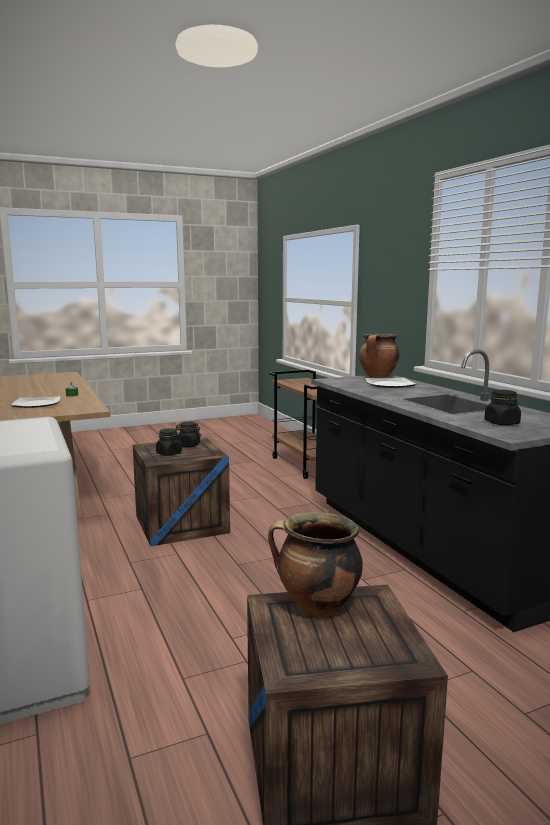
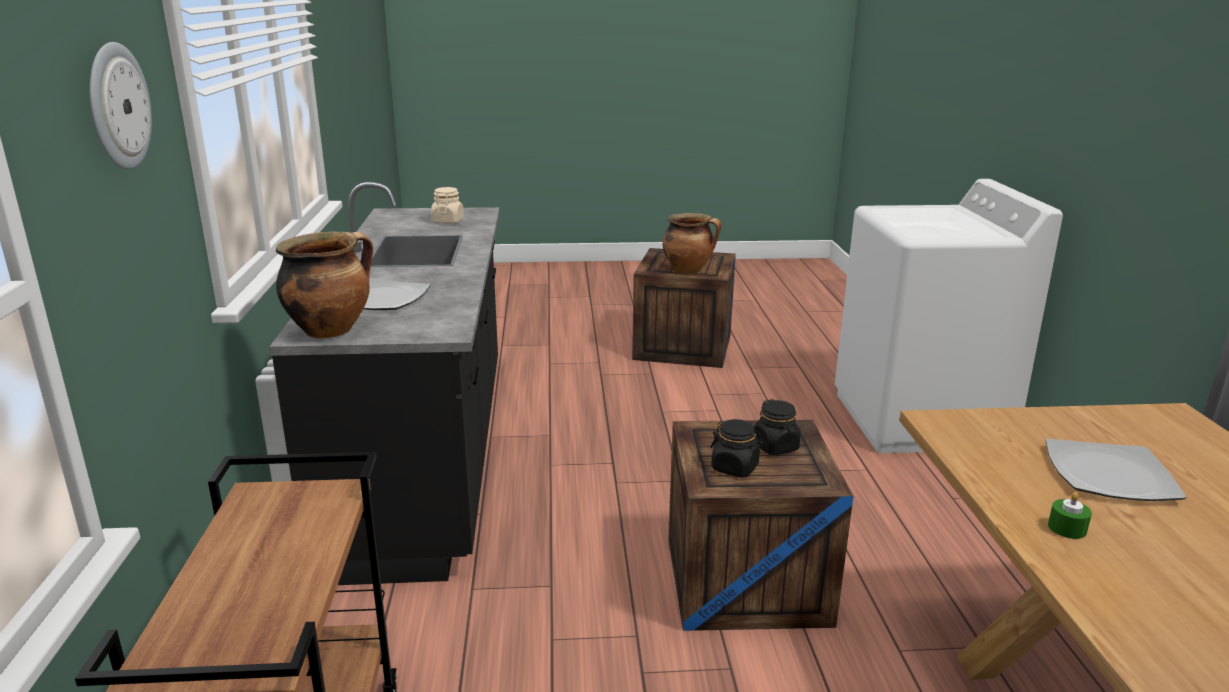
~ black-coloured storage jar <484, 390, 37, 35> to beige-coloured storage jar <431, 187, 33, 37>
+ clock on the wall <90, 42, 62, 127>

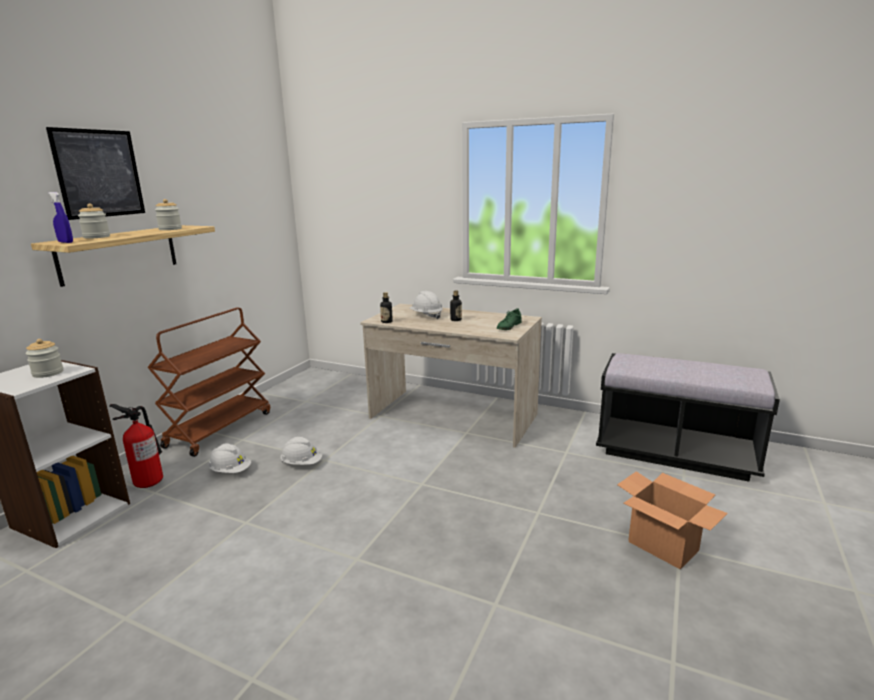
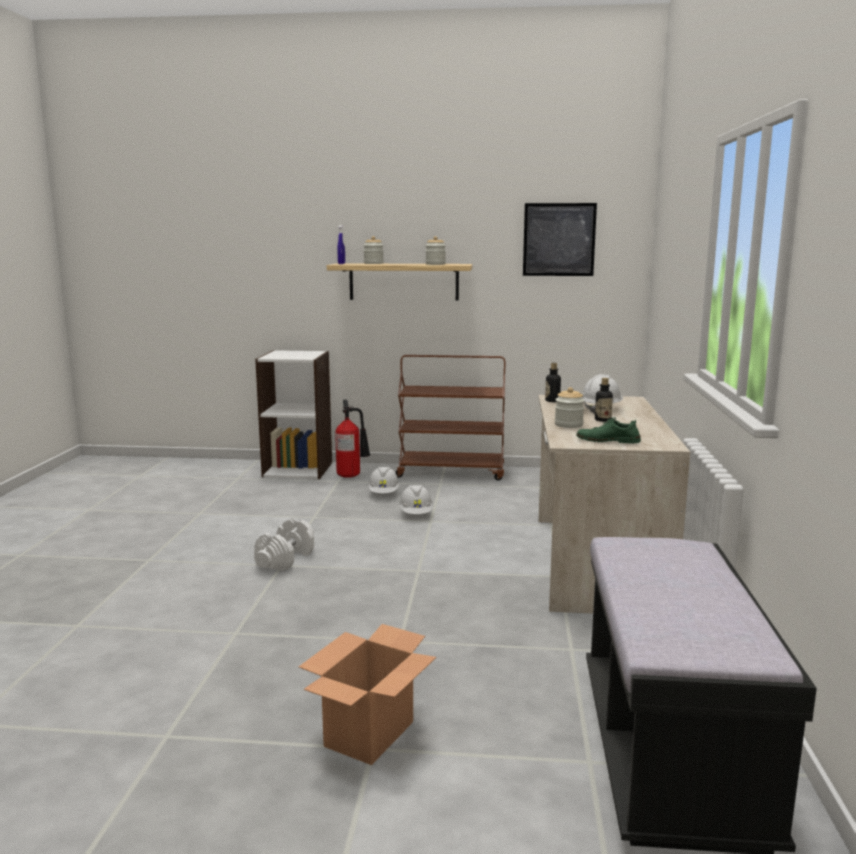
~ storage jar <25, 339, 38, 39> to <555, 387, 30, 41>
~ wall picture <46, 127, 99, 93> to <523, 203, 74, 73>
+ whitish free weight <254, 518, 60, 53>

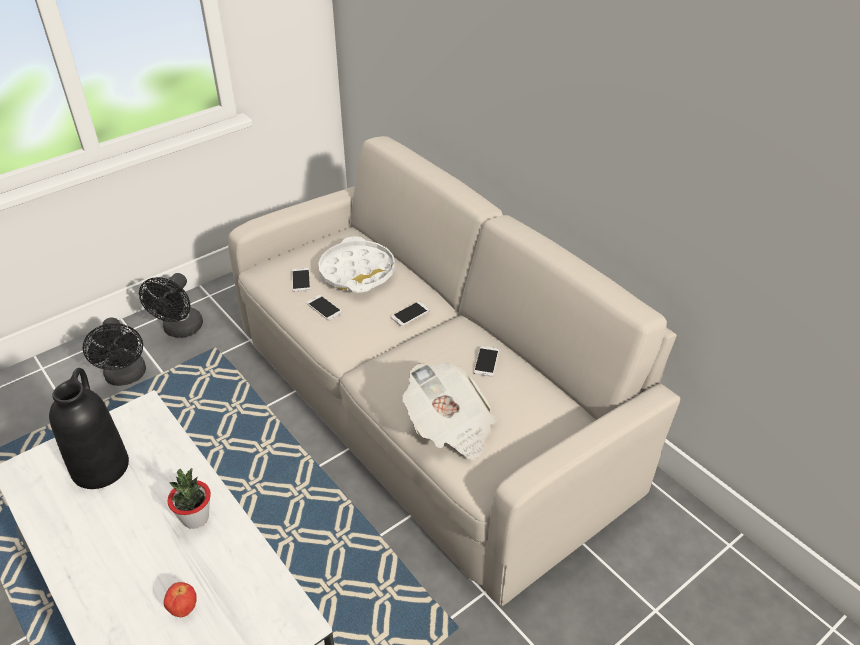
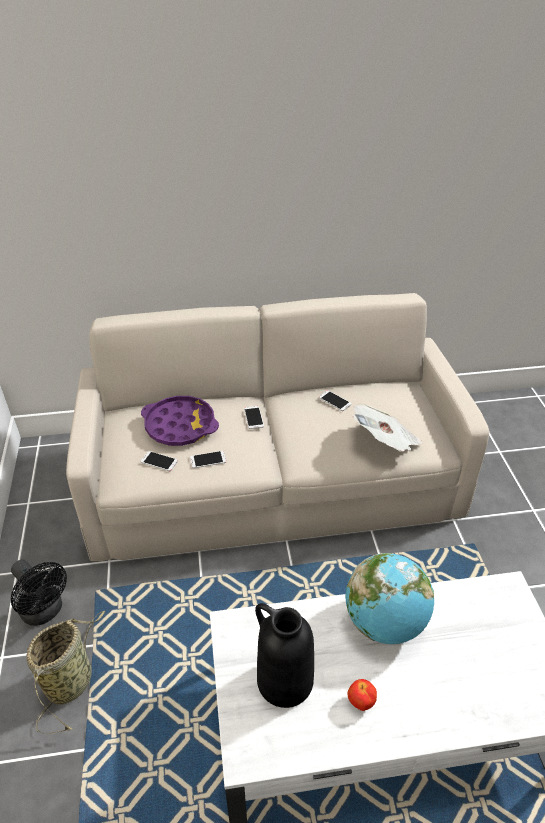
~ black-coloured cooling fan <83, 318, 63, 68> to household basket <26, 611, 79, 123>
~ apple <164, 582, 33, 35> to <347, 679, 30, 32>
~ houseplant <167, 468, 44, 61> to world globe <346, 553, 88, 91>
~ whitish carrying tray <318, 237, 77, 56> to purple-coloured carrying tray <141, 396, 78, 50>

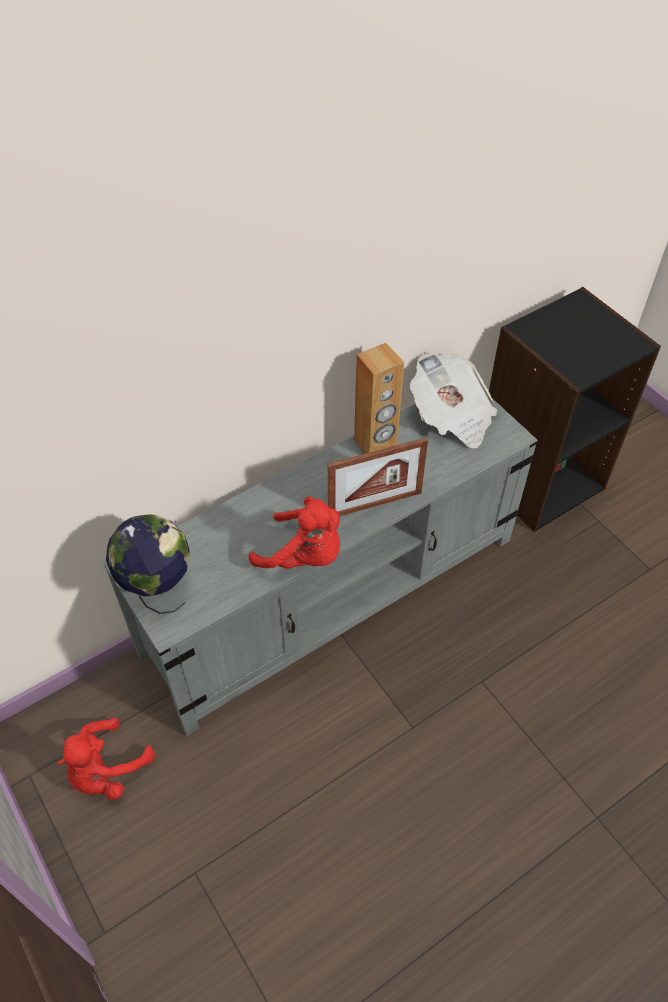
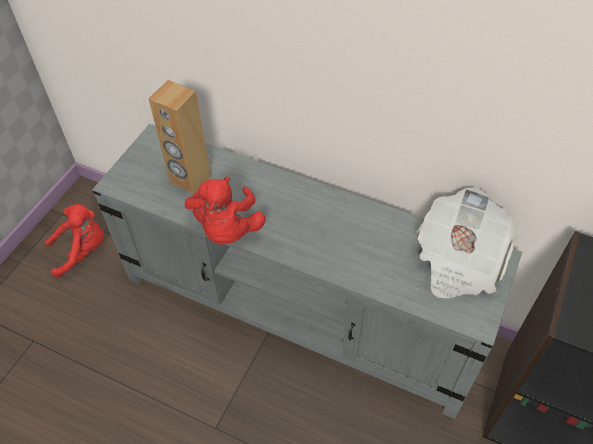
~ reddish plush toy <57, 718, 98, 82> = <45, 204, 59, 73> 150 degrees clockwise
- world globe <106, 514, 84, 100>
- standing frame <328, 438, 100, 78>
~ brown-coloured speaker <354, 343, 50, 111> to <148, 80, 63, 114>

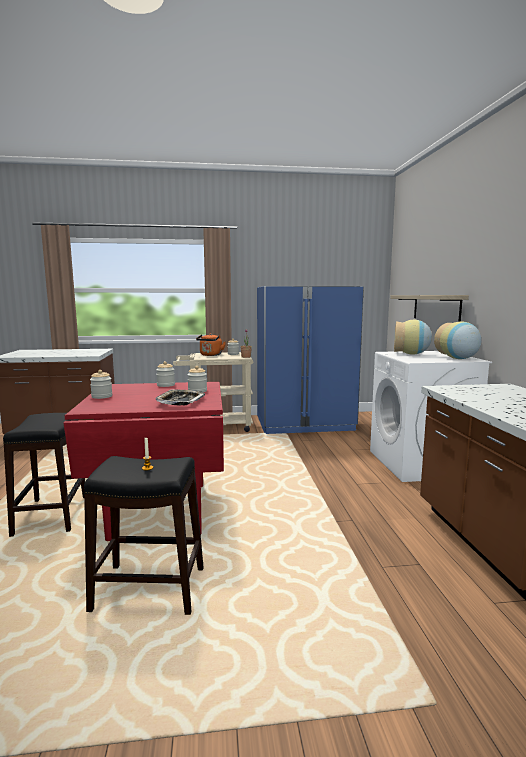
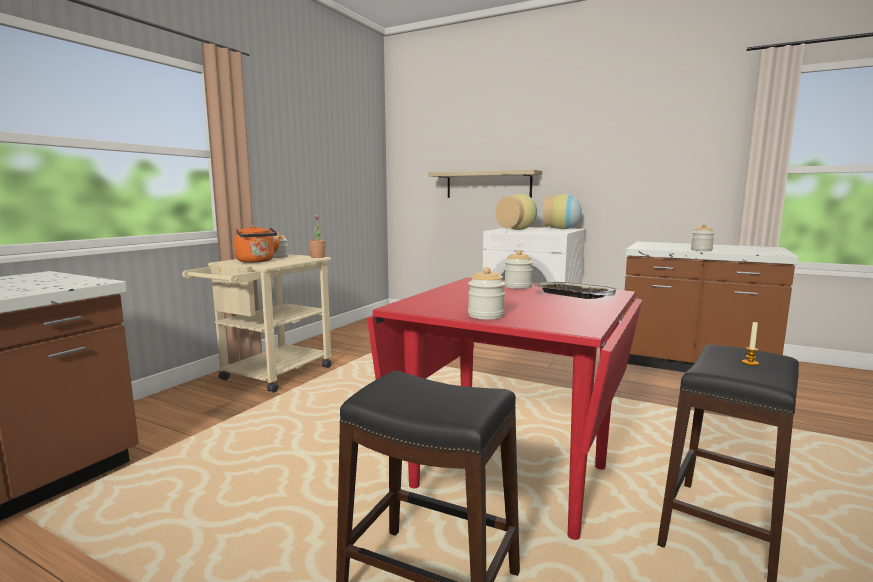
~ storage jar <156, 361, 19, 26> to <691, 224, 23, 27>
- blue-coloured fridge <257, 286, 107, 148>

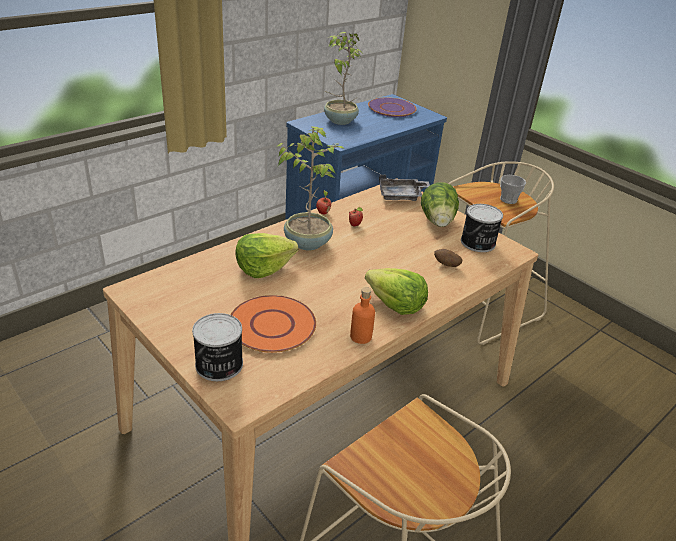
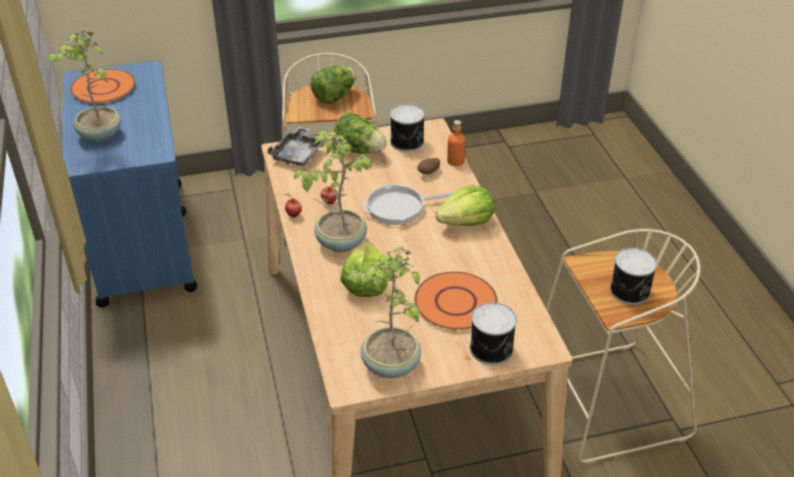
~ orangey beverage bottle <350, 287, 25, 57> to <447, 120, 19, 46>
~ purple-coloured plate <368, 97, 49, 20> to orangey plate <70, 69, 65, 34>
~ drinking cup <500, 175, 26, 29> to head of lettuce <310, 66, 46, 38>
+ houseplant <345, 246, 76, 132>
+ frying pan <362, 184, 93, 41>
+ sealed can <610, 248, 47, 57>

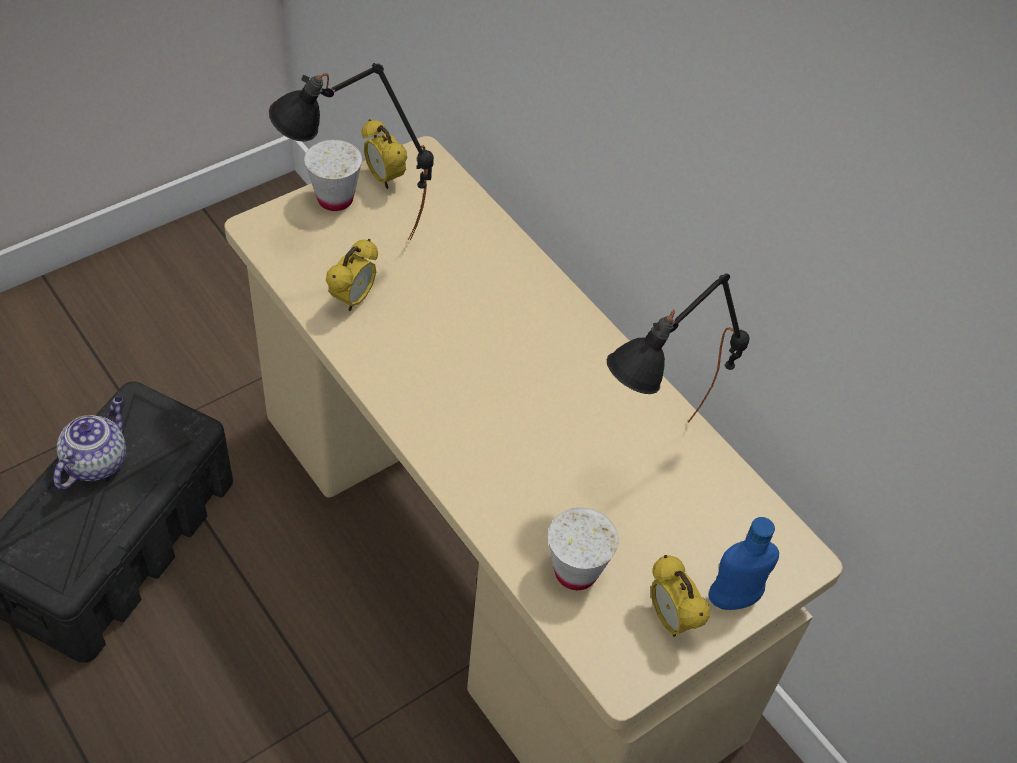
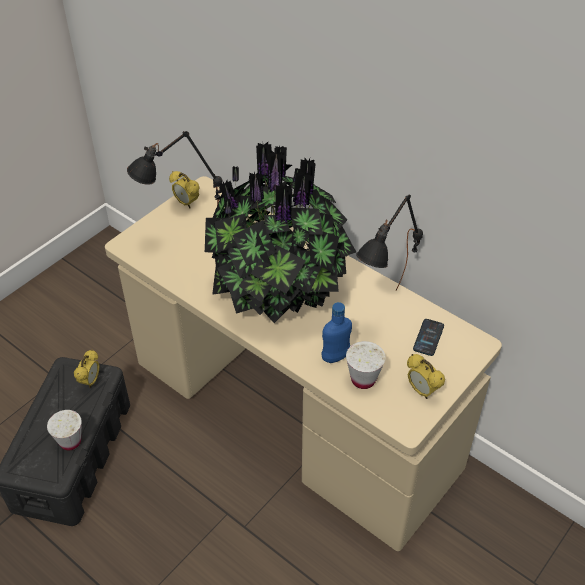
- pot for tea <53, 396, 73, 93>
~ whitish drinking cup <304, 140, 58, 71> to <47, 410, 35, 40>
~ alarm clock <326, 239, 52, 72> to <74, 349, 25, 39>
~ blue-coloured beverage bottle <709, 517, 70, 93> to <322, 302, 30, 61>
+ houseplant <205, 142, 151, 181>
+ telephone <413, 319, 31, 37>

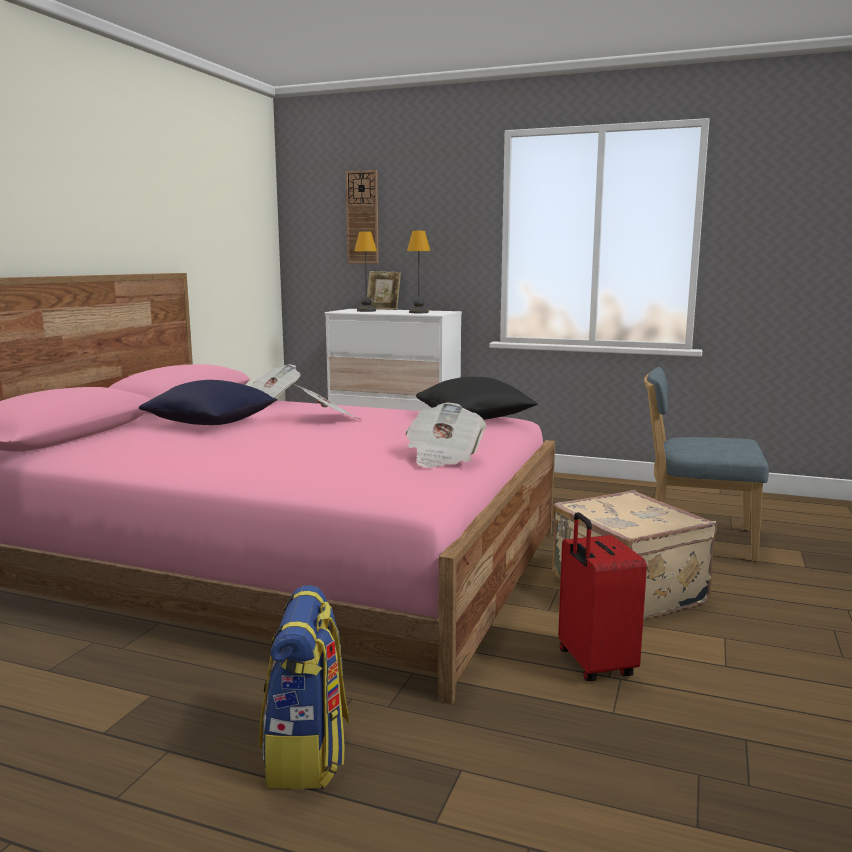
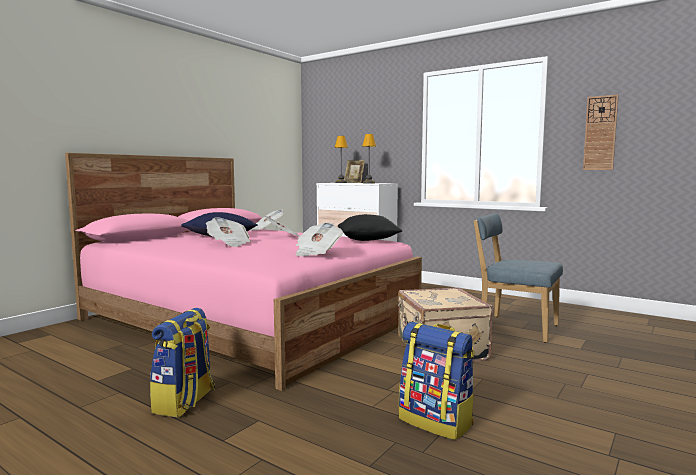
~ clock on the wall <346, 170, 33, 93> to <583, 95, 35, 75>
- reddish piece of luggage <558, 512, 89, 169>
+ printed paper <206, 217, 45, 30>
+ knapsack <399, 322, 75, 118>

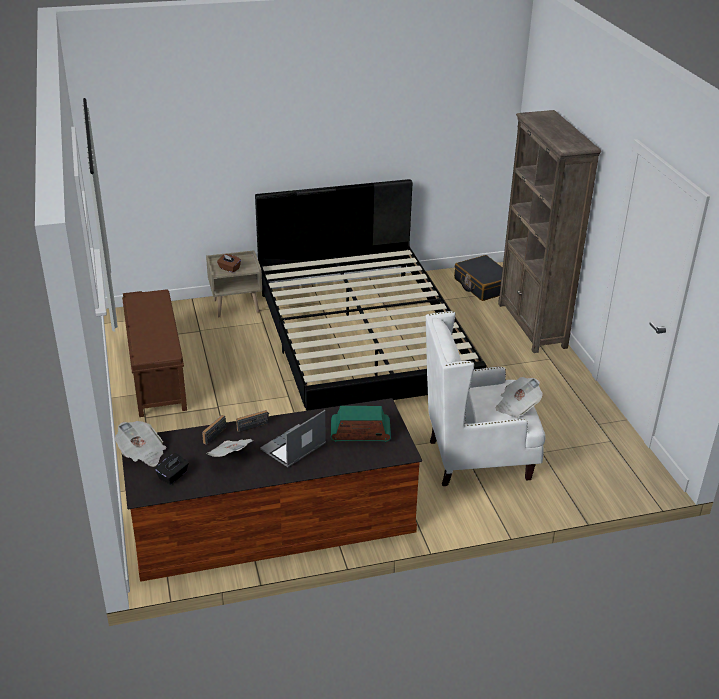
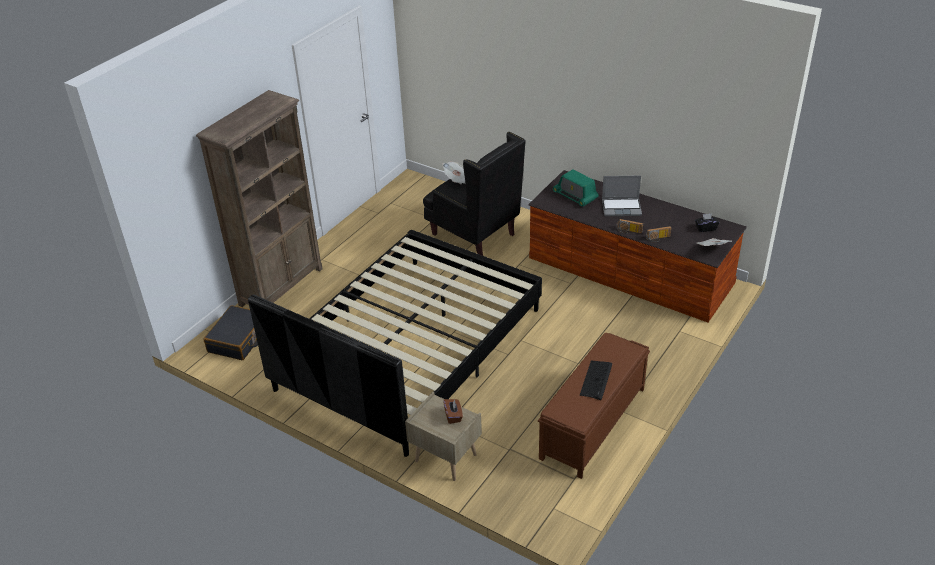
- printed paper <206, 439, 47, 18>
~ whitish armchair <426, 311, 119, 175> to black-coloured armchair <423, 132, 103, 124>
+ PC keyboard <580, 361, 32, 39>

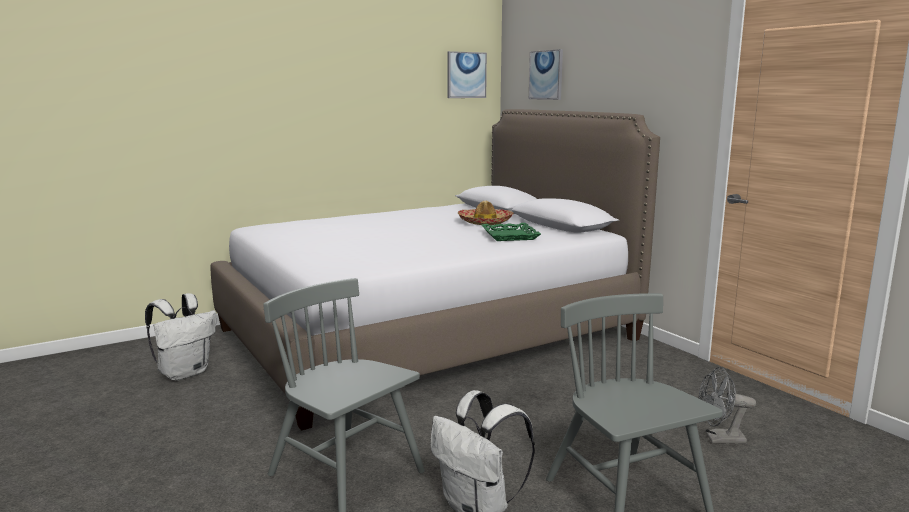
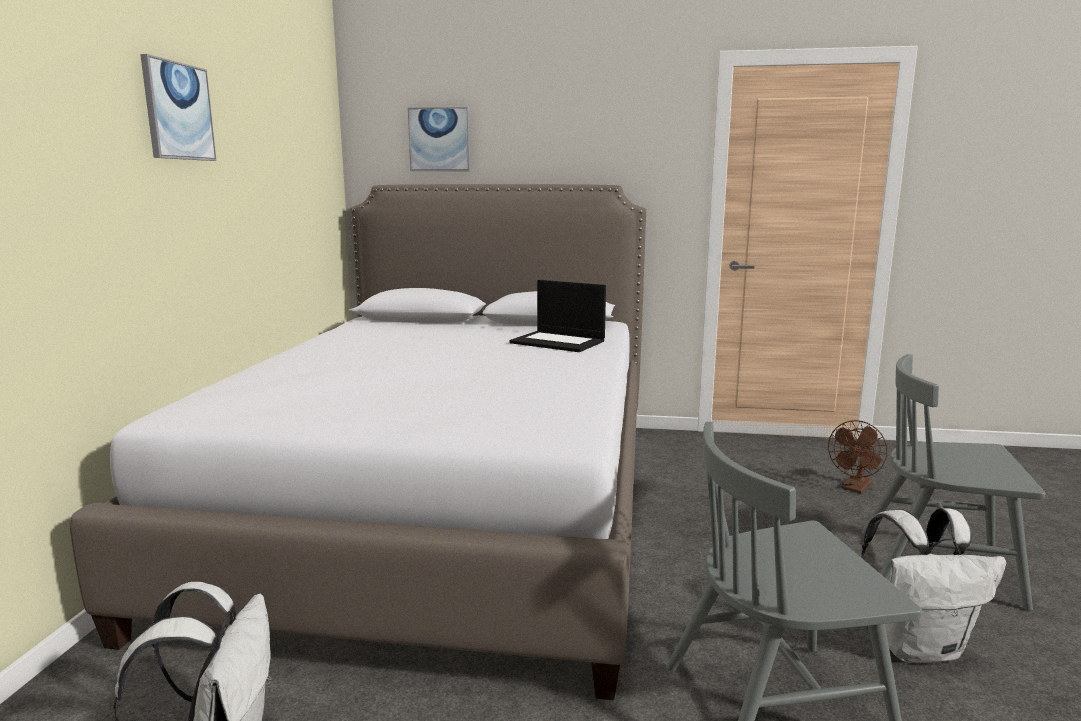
~ wall picture <447, 51, 40, 47> to <140, 54, 77, 107>
- wearable hat <458, 201, 56, 24>
~ green carrying tray <482, 223, 59, 18> to portable computer <509, 280, 97, 72>
~ grey cooling fan <699, 367, 57, 77> to brown-coloured cooling fan <828, 420, 60, 73>

